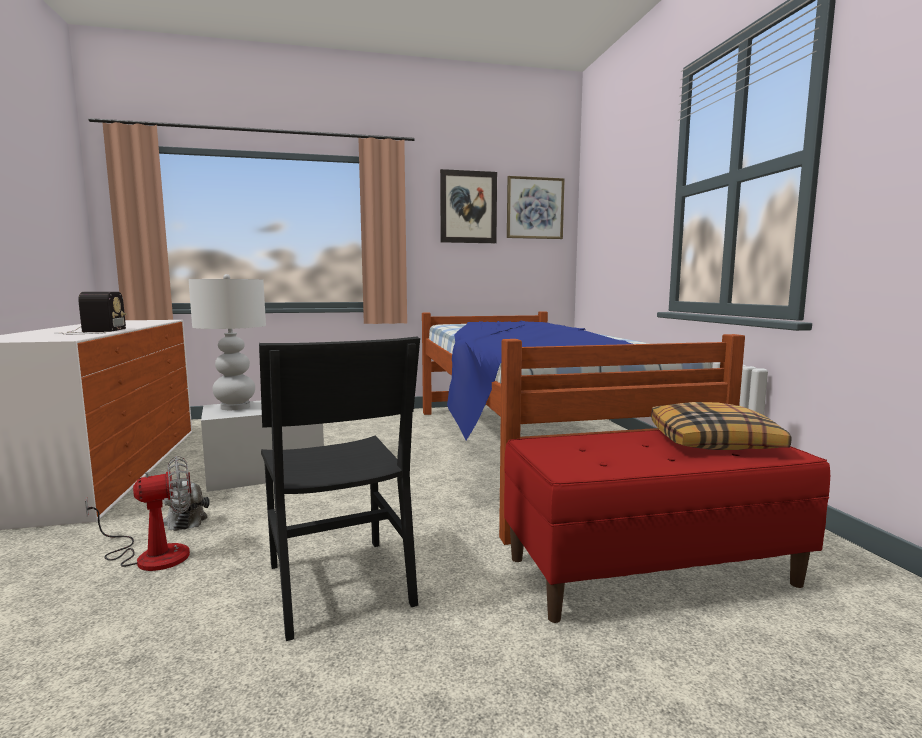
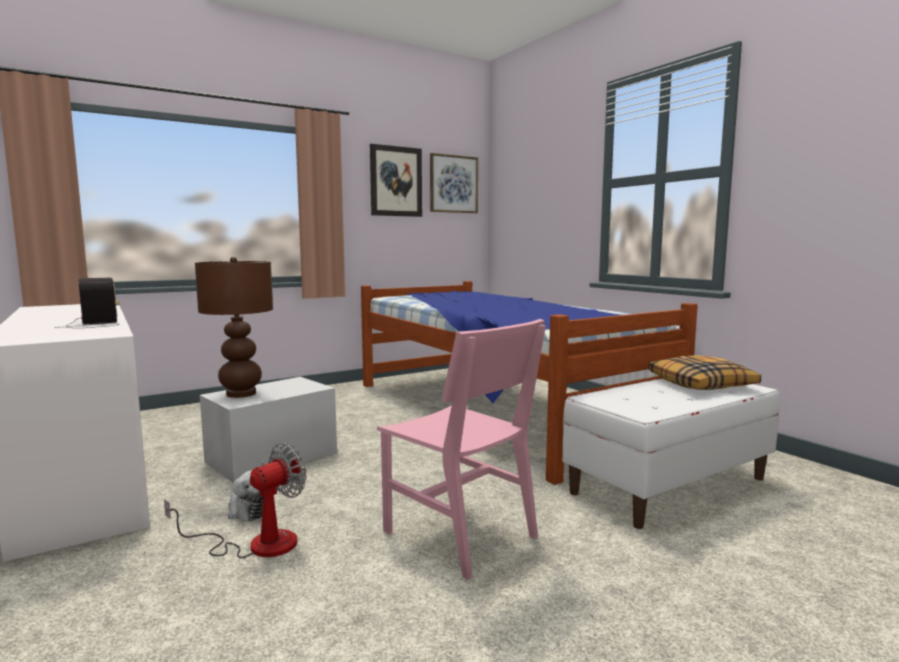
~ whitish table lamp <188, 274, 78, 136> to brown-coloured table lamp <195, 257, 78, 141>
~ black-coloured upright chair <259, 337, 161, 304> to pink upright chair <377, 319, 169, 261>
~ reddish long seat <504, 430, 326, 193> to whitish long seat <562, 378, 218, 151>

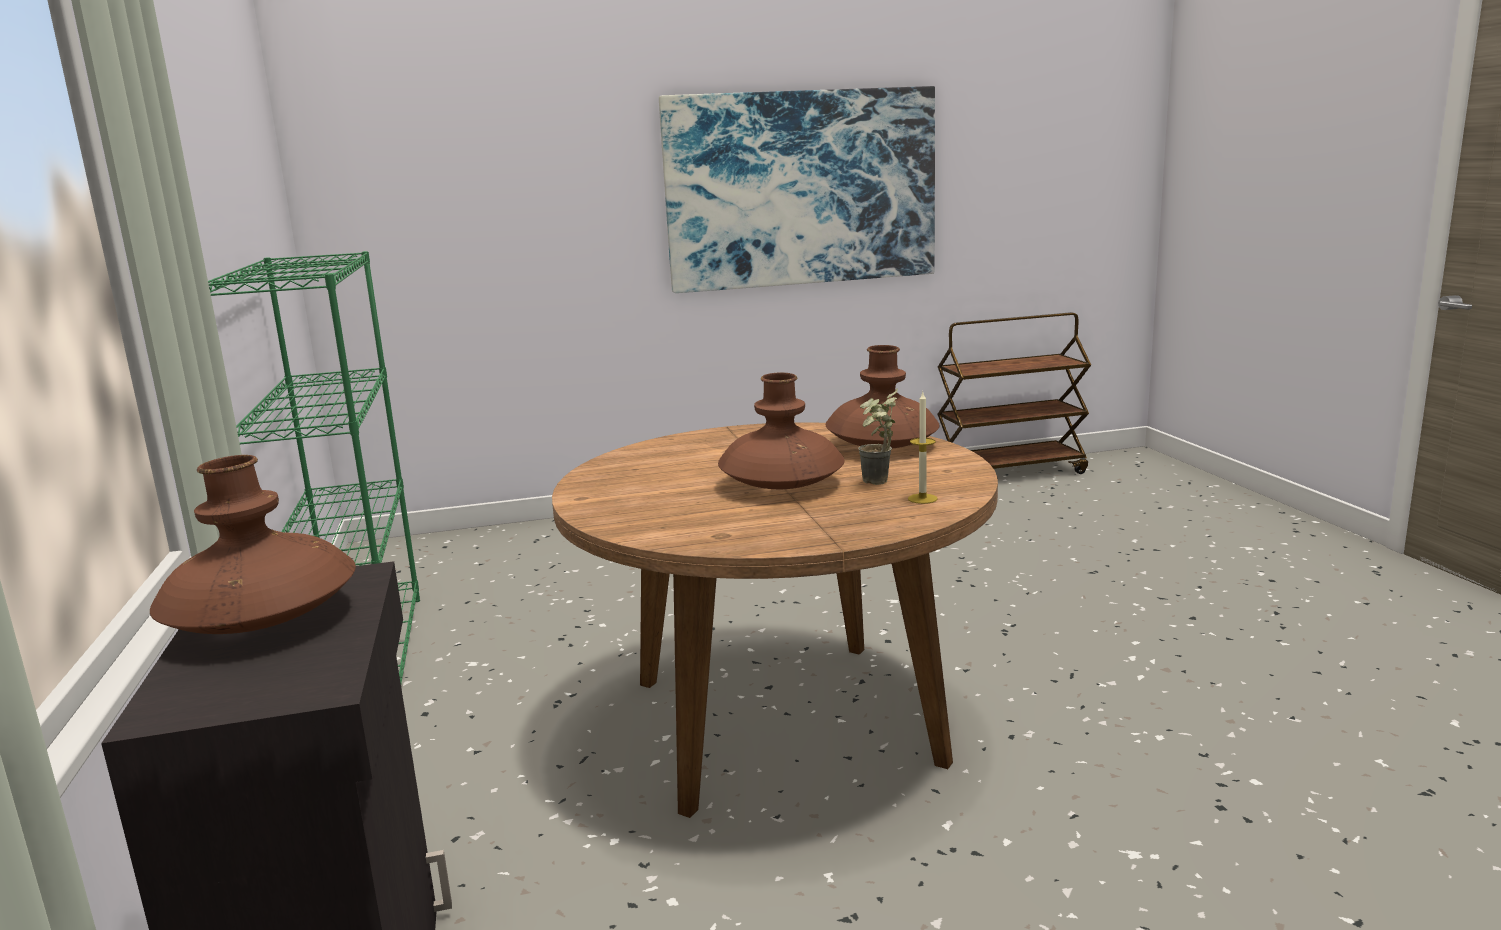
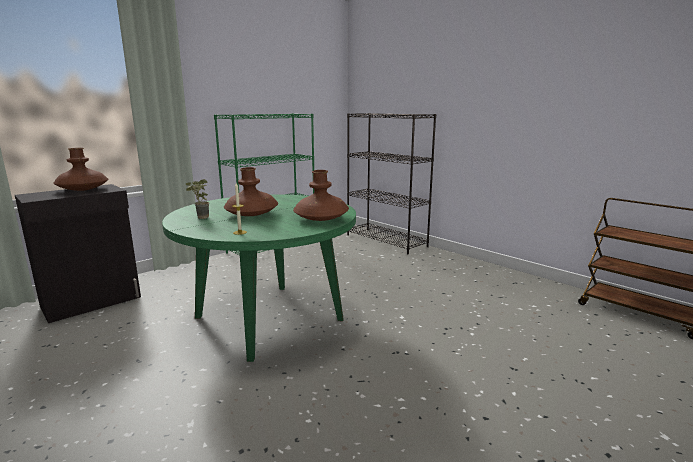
~ brown-coloured kitchen table <552, 422, 446, 396> to green kitchen table <162, 195, 194, 167>
- wall picture <659, 86, 276, 207>
~ houseplant <858, 389, 40, 96> to <185, 179, 24, 40>
+ black-coloured shelving unit <347, 113, 89, 141>

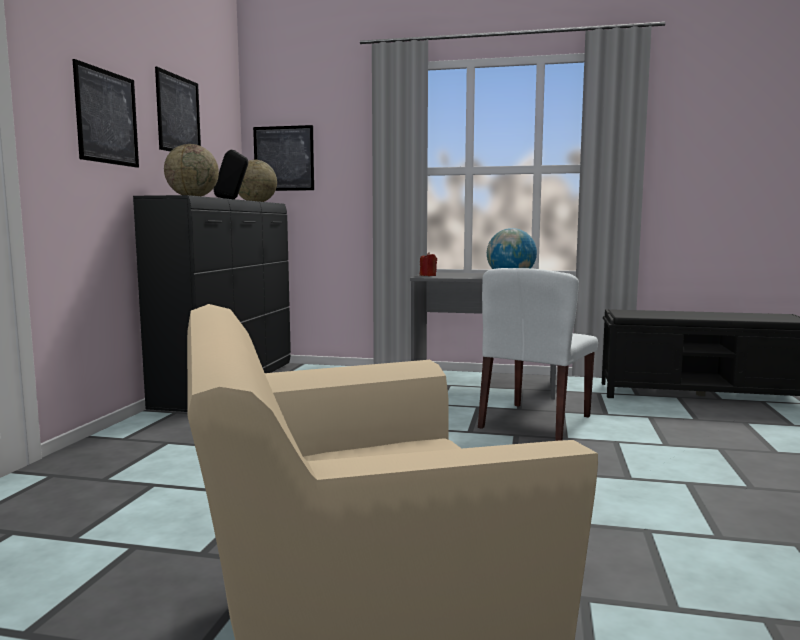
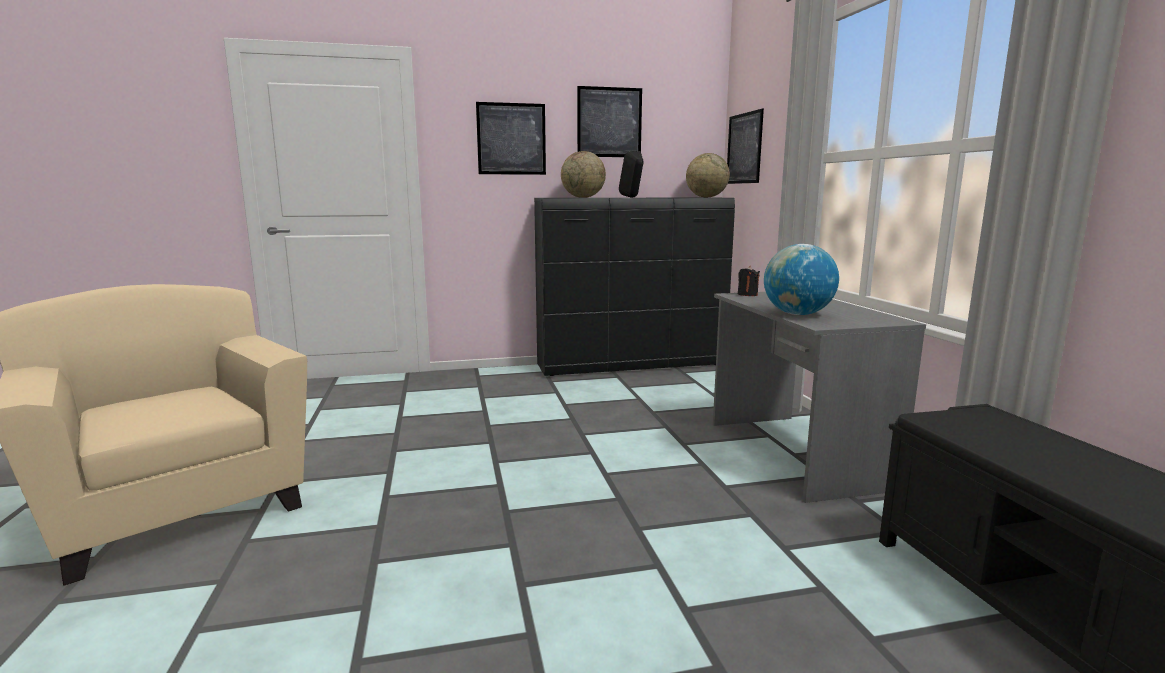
~ reddish wax light <420, 252, 17, 24> to black-coloured wax light <738, 266, 22, 30>
- whitish upright chair <478, 268, 120, 173>

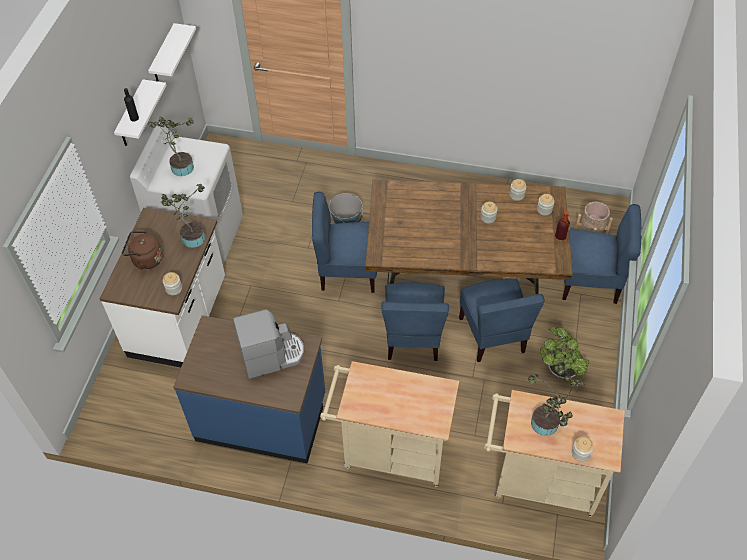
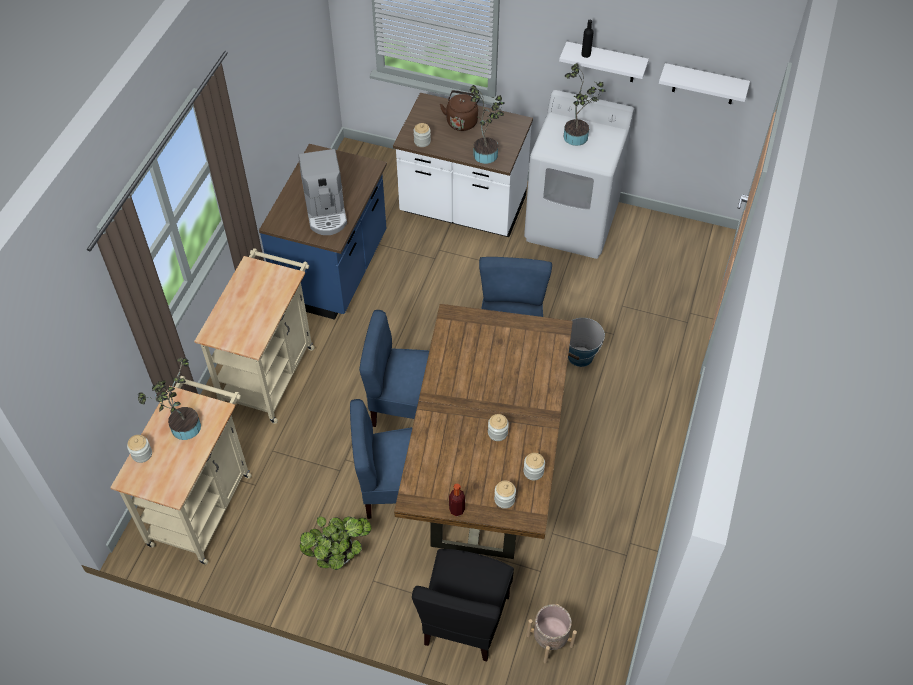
~ blue-coloured upright chair <562, 204, 79, 100> to black-coloured upright chair <412, 549, 102, 112>

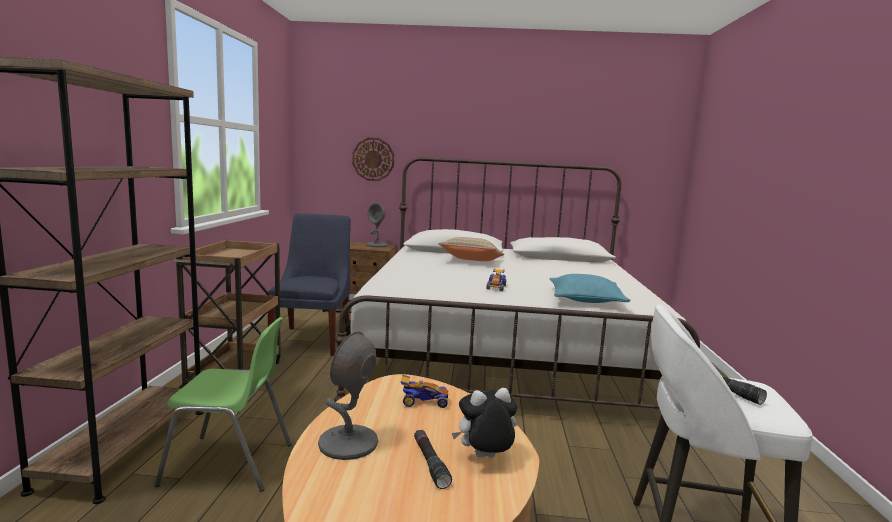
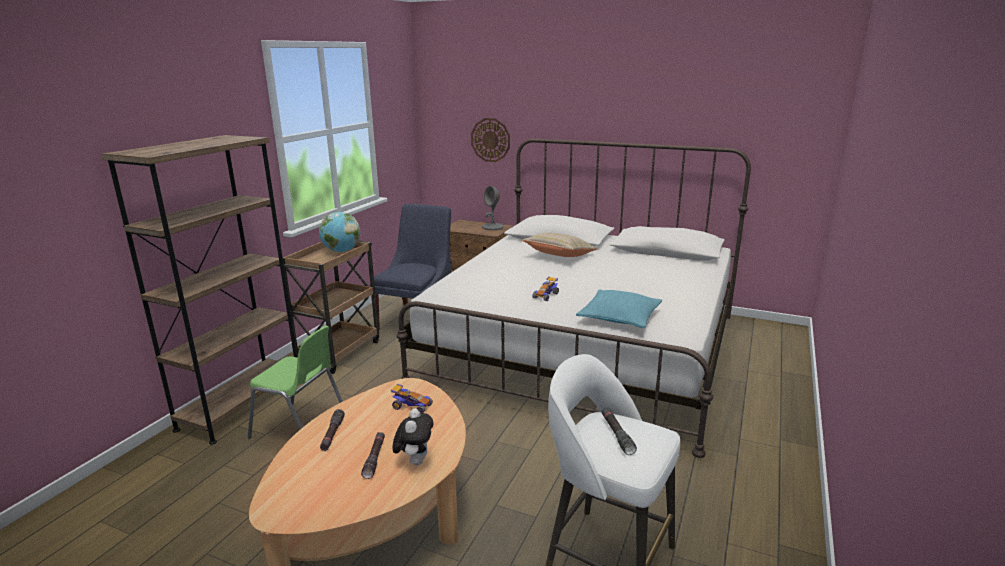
~ grey table lamp <318, 332, 60, 128> to black-coloured torch <320, 409, 25, 42>
~ plush toy <452, 388, 65, 70> = <393, 409, 40, 56> 90 degrees clockwise
+ world globe <319, 212, 41, 40>

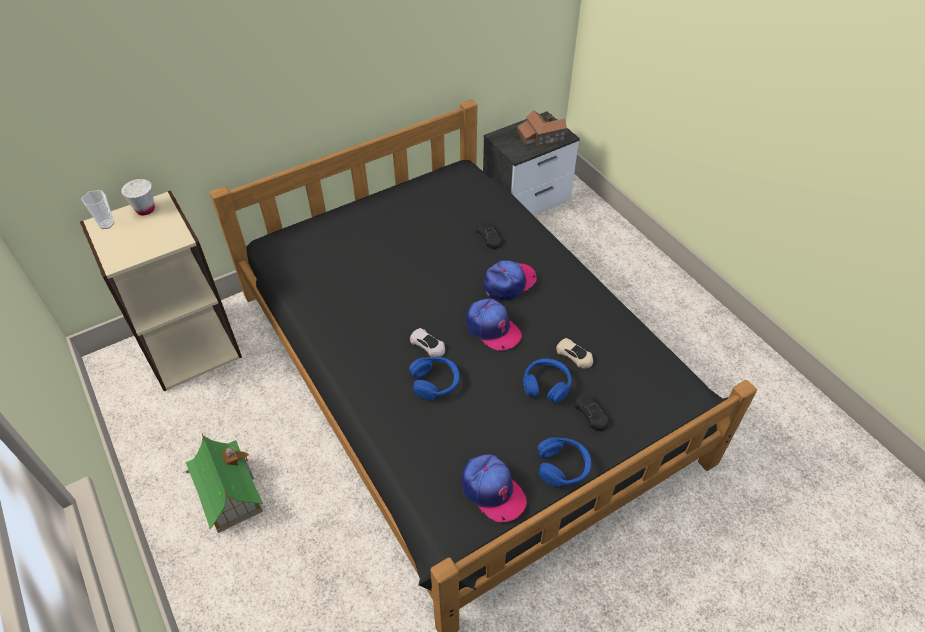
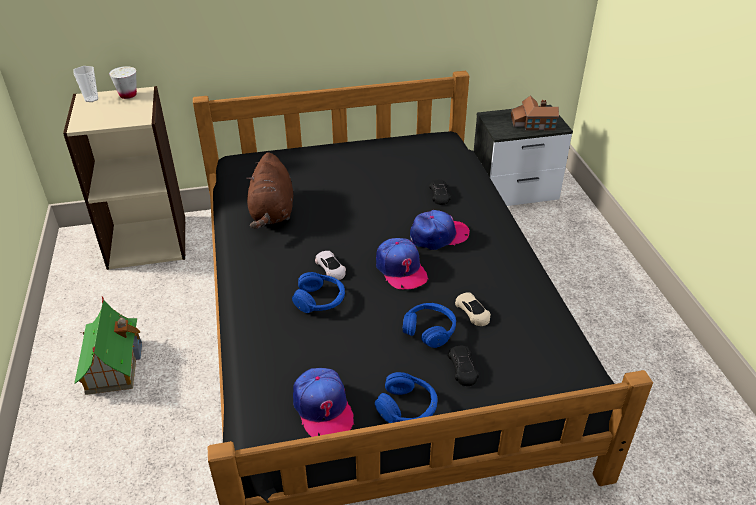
+ brown-coloured plush toy <246, 152, 47, 77>

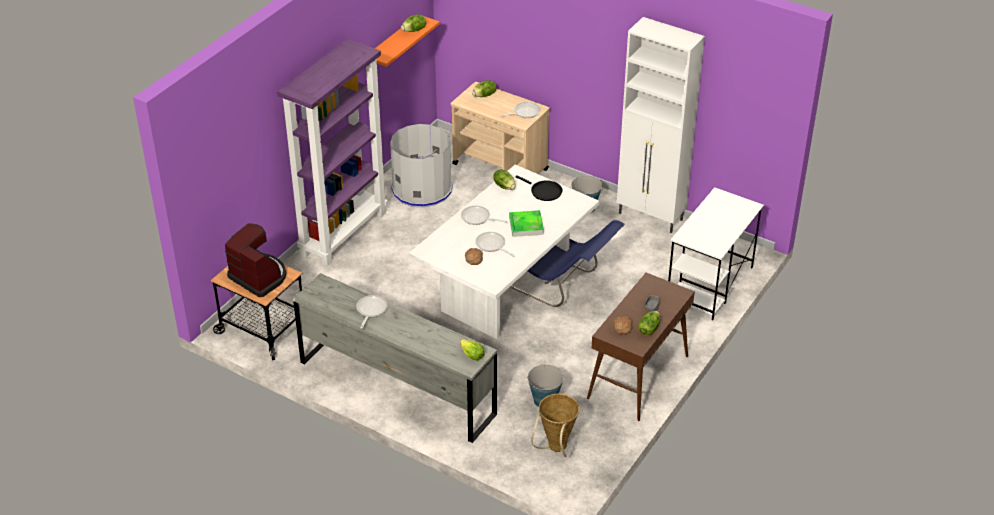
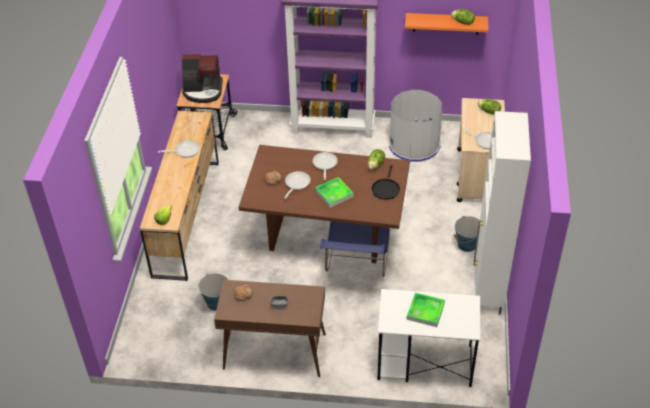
~ coffee machine <225, 223, 61, 74> = <182, 54, 41, 49> 75 degrees clockwise
~ grey drawer chest <293, 273, 204, 170> to brown-coloured drawer chest <140, 111, 79, 170>
~ whitish kitchen table <409, 165, 190, 174> to brown-coloured kitchen table <239, 145, 171, 118>
- household basket <531, 394, 48, 63>
- head of lettuce <638, 311, 22, 24>
+ carrying tray <406, 293, 39, 34>

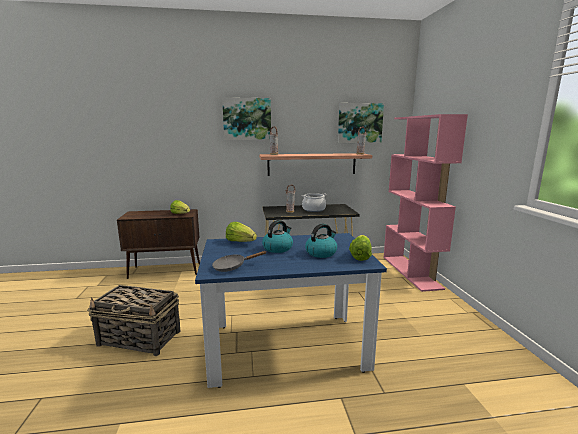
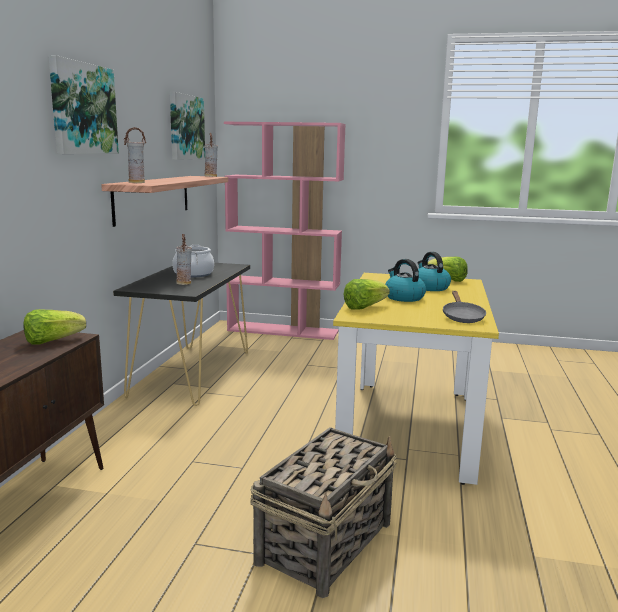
~ blue-coloured kitchen table <195, 233, 192, 155> to yellow kitchen table <333, 273, 166, 212>

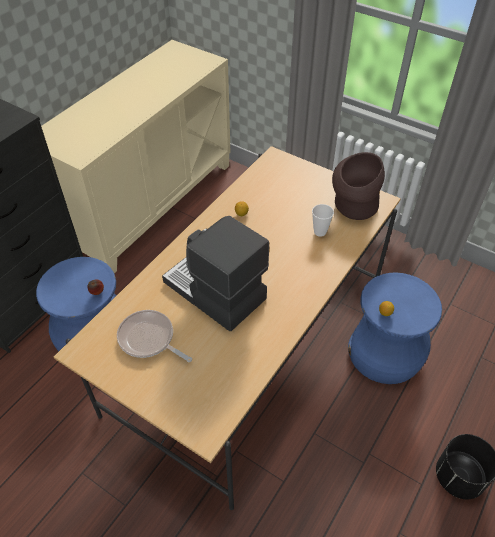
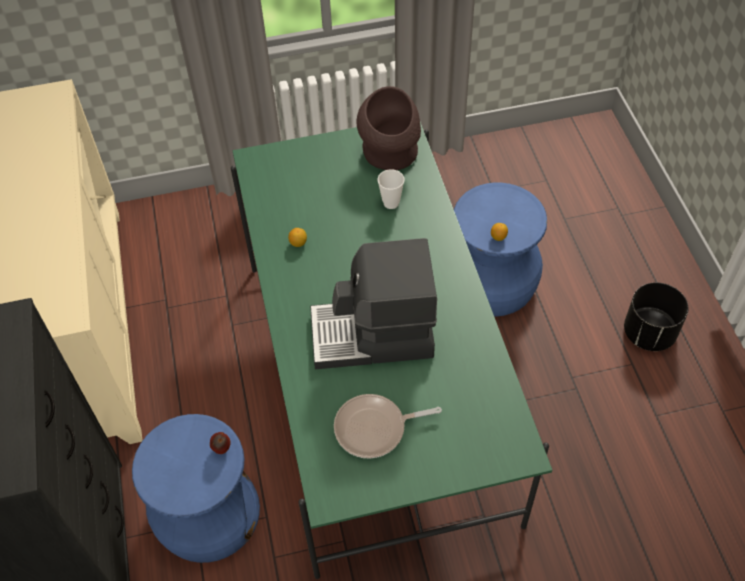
~ beige-coloured kitchen table <54, 146, 347, 364> to green kitchen table <231, 122, 321, 457>

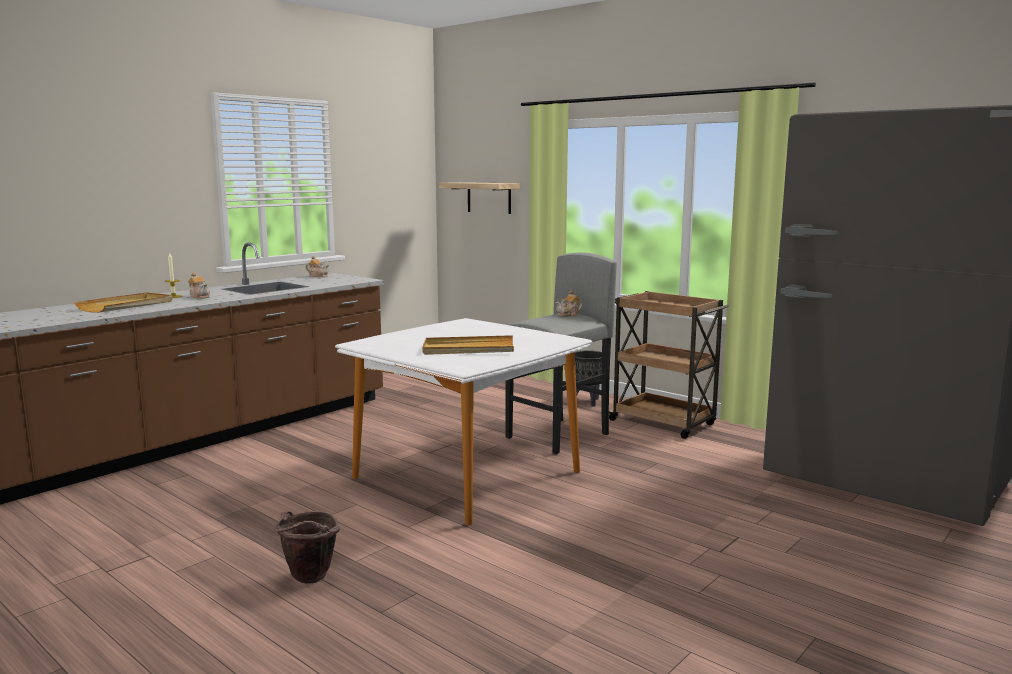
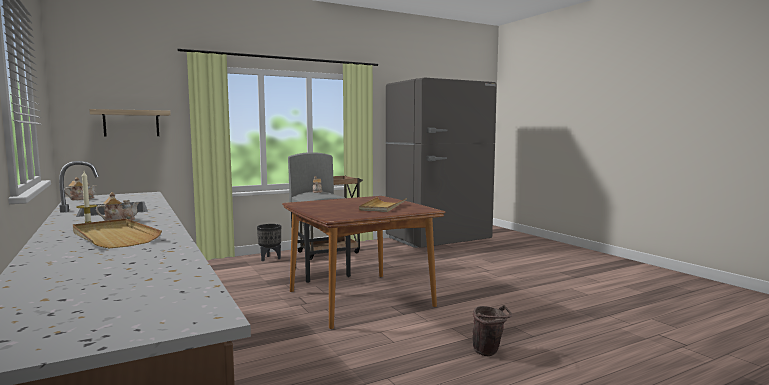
~ whitish kitchen table <335, 318, 257, 208> to brown-coloured kitchen table <282, 196, 164, 133>

